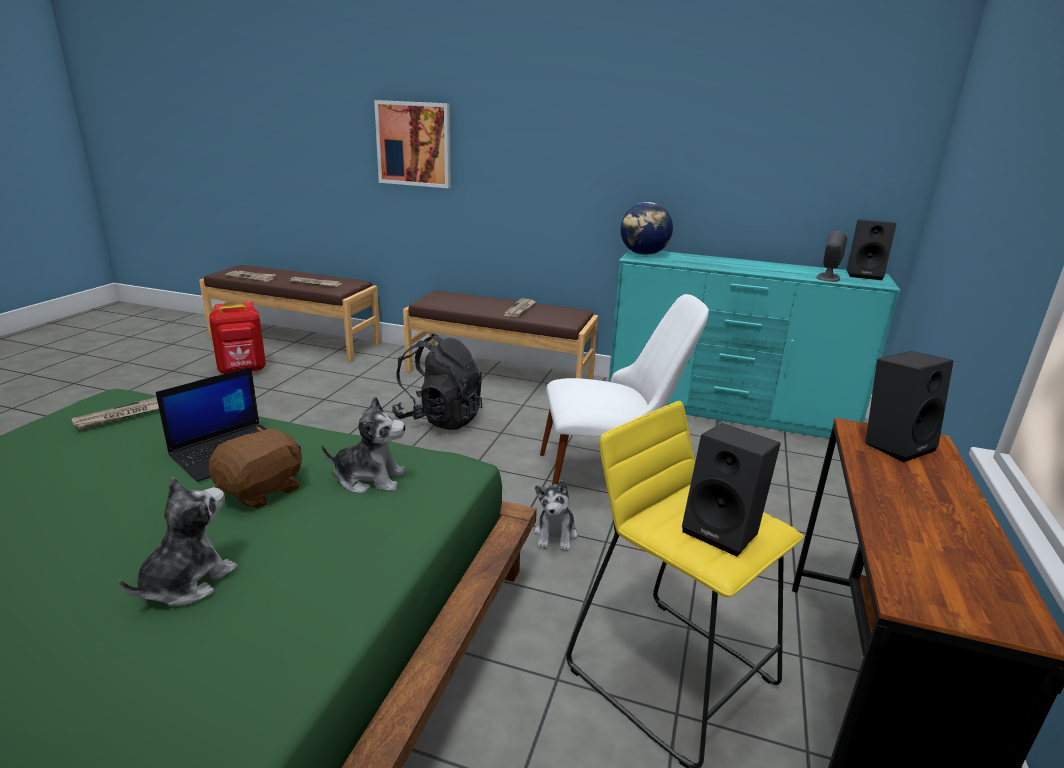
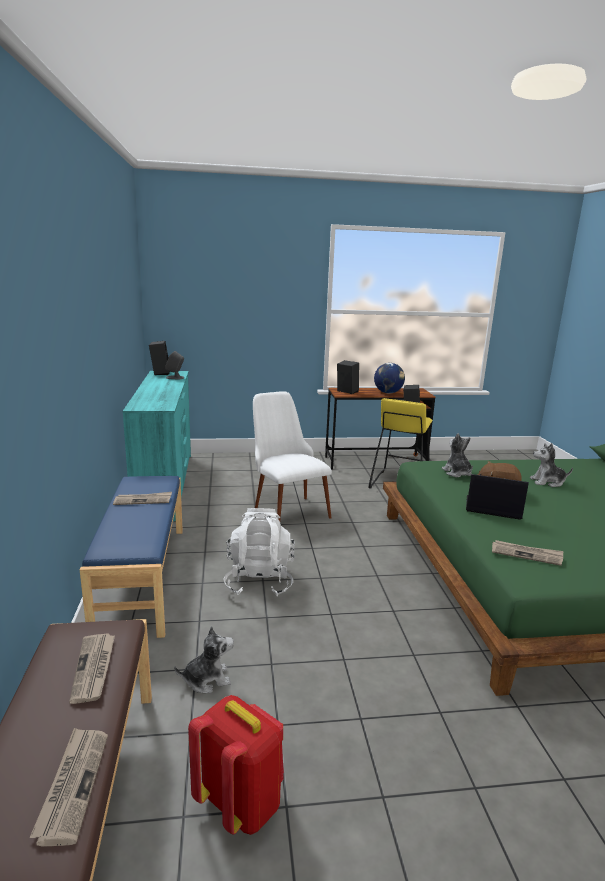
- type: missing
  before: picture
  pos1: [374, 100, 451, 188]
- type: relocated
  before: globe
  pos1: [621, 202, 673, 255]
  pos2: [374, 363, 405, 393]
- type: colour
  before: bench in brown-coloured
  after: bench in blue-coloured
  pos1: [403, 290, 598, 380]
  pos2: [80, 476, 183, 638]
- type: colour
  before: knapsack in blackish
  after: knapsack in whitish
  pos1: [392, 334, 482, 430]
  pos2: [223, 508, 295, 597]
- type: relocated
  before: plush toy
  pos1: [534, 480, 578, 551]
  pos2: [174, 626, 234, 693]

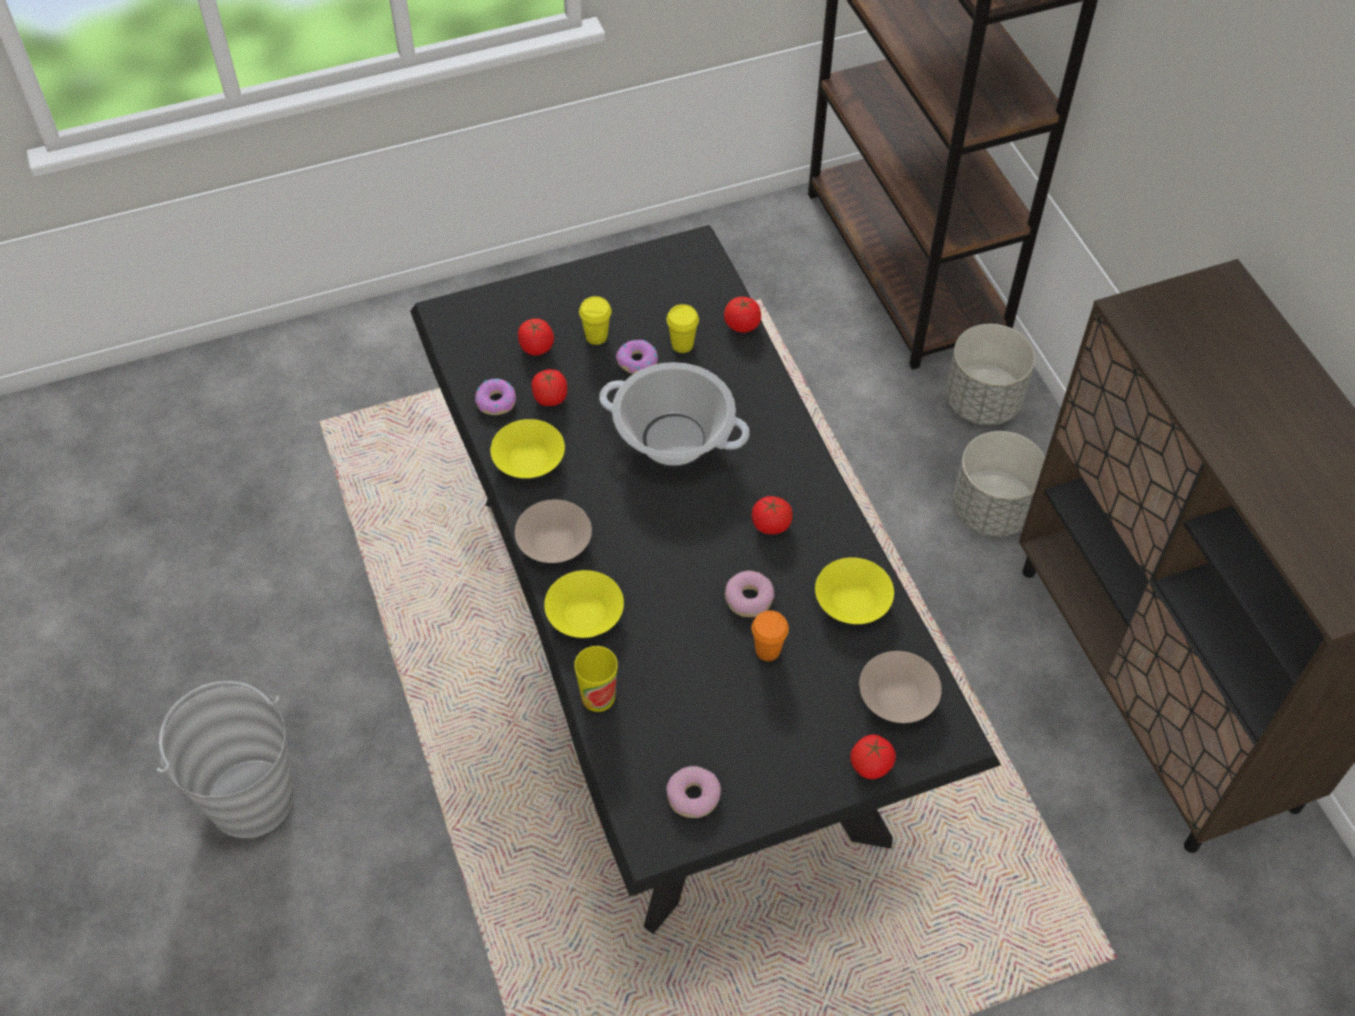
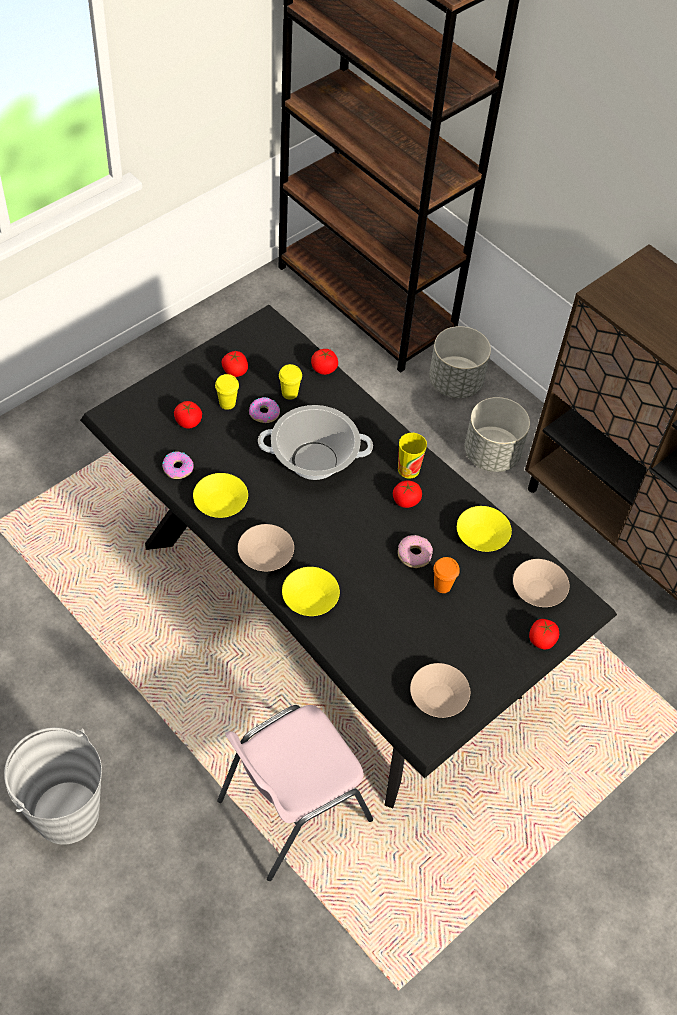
- type: relocated
  before: tomato
  pos1: [532, 369, 567, 406]
  pos2: [221, 351, 248, 377]
- type: relocated
  before: cup
  pos1: [574, 646, 618, 712]
  pos2: [398, 433, 427, 479]
- type: exchanged
  before: donut
  after: bowl in sand-coloured
  pos1: [666, 766, 721, 818]
  pos2: [410, 663, 470, 718]
- type: appeared
  after: plain chair in pinkish
  pos2: [217, 705, 373, 881]

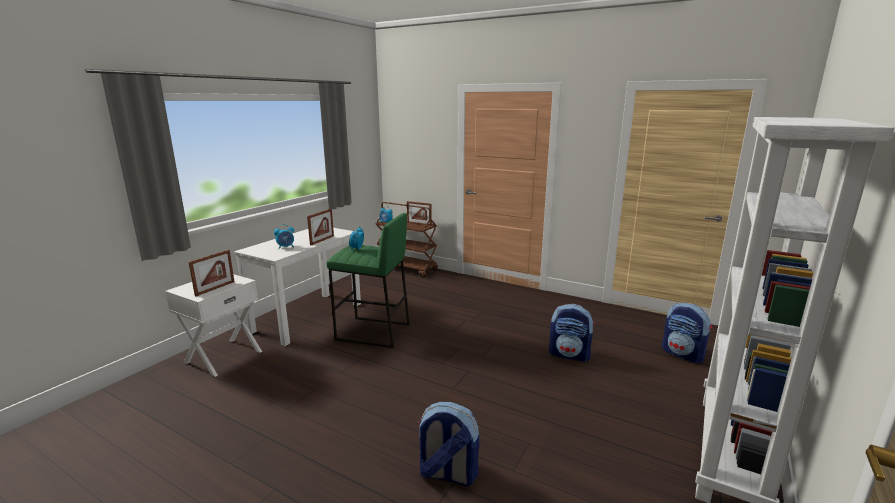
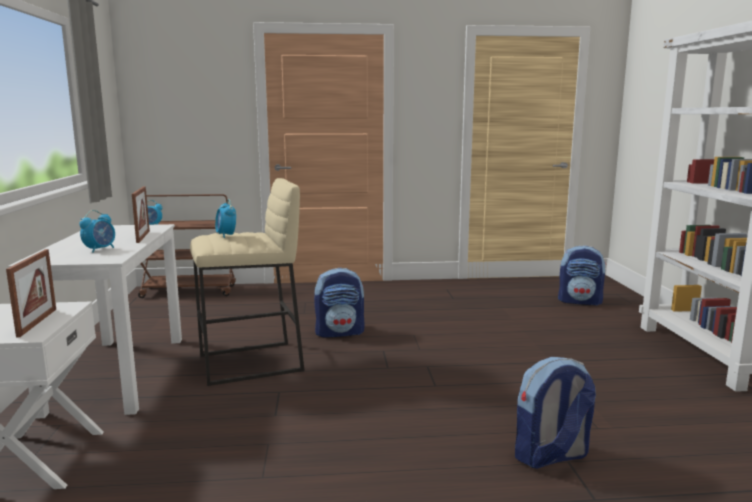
- type: missing
  before: picture frame
  pos1: [407, 201, 432, 226]
- type: colour
  before: stool seat in greenish
  after: stool seat in sand-coloured
  pos1: [326, 213, 410, 348]
  pos2: [190, 178, 305, 386]
- type: relocated
  before: knapsack
  pos1: [549, 304, 595, 362]
  pos2: [314, 268, 365, 338]

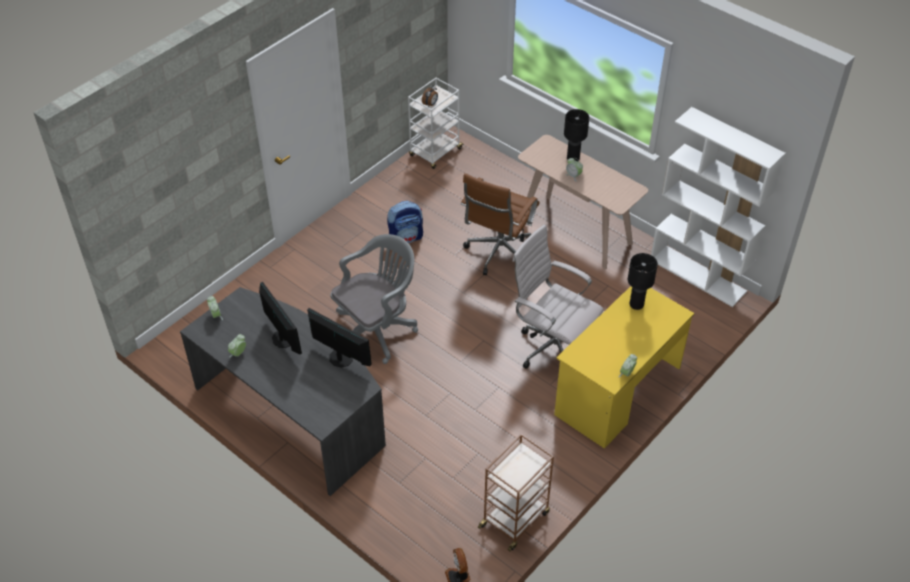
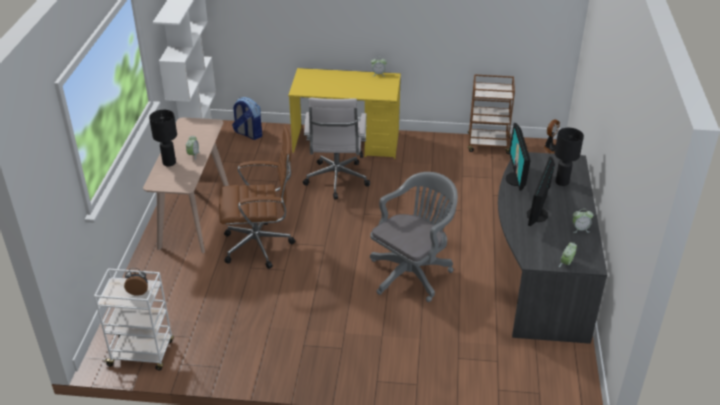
- type: relocated
  before: knapsack
  pos1: [387, 201, 423, 243]
  pos2: [232, 97, 262, 140]
- type: spun
  before: office chair in greyish
  pos1: [330, 234, 418, 364]
  pos2: [370, 172, 458, 302]
  turn: 120
- type: relocated
  before: lamp for a table in blackish
  pos1: [628, 253, 658, 310]
  pos2: [555, 128, 584, 186]

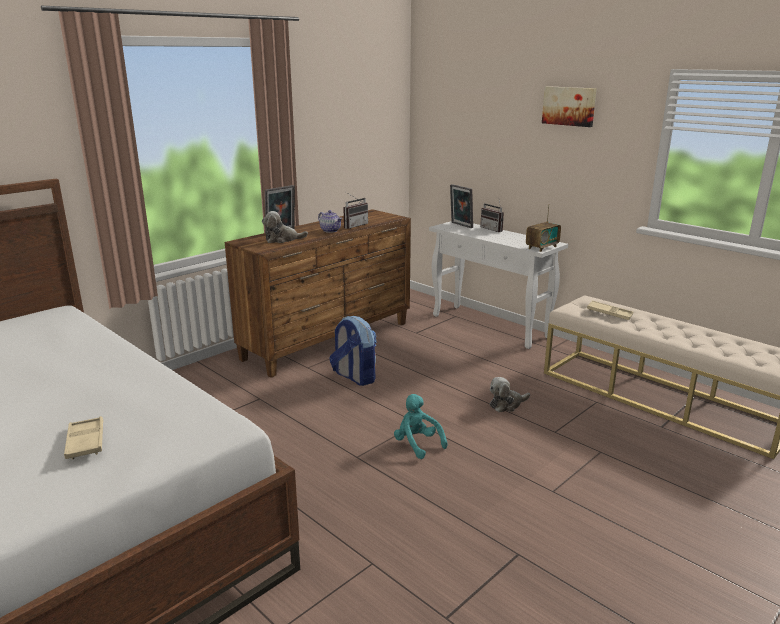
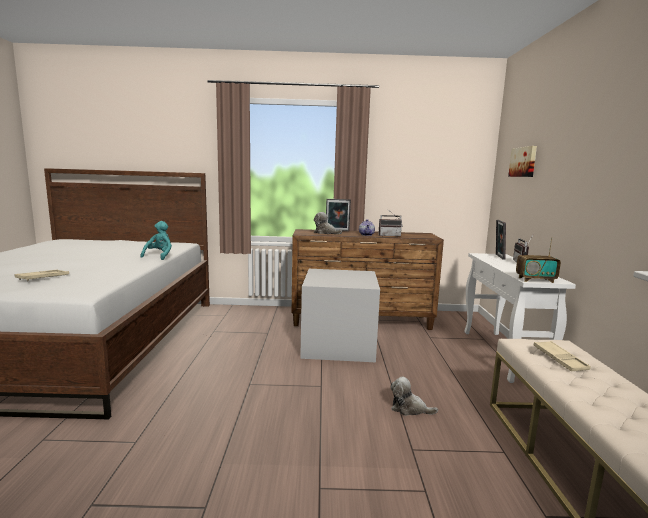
- type: relocated
  before: picture
  pos1: [542, 86, 597, 127]
  pos2: [508, 146, 537, 177]
- type: exchanged
  before: knapsack
  after: storage bin in greyish
  pos1: [329, 316, 377, 386]
  pos2: [300, 269, 380, 362]
- type: relocated
  before: plush toy in turquoise
  pos1: [394, 394, 448, 459]
  pos2: [141, 221, 172, 260]

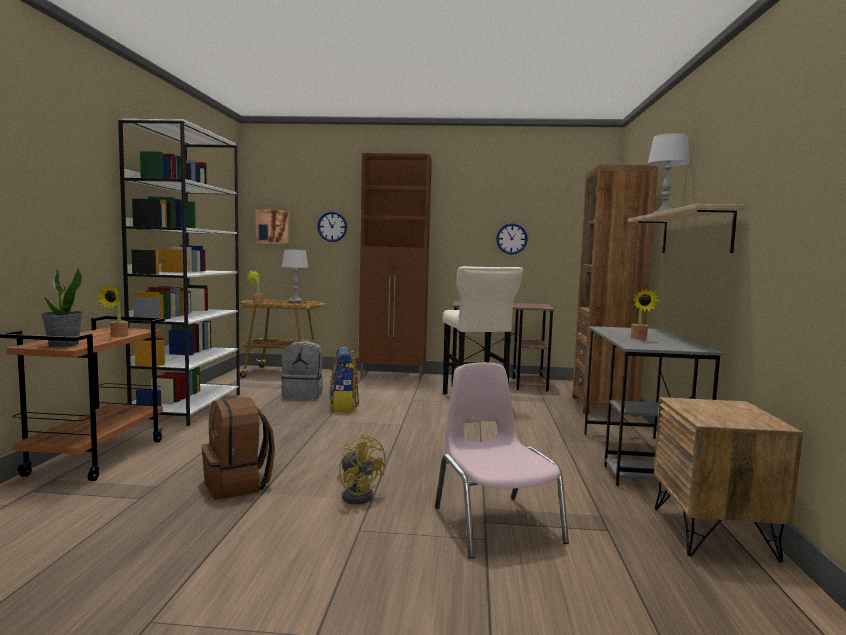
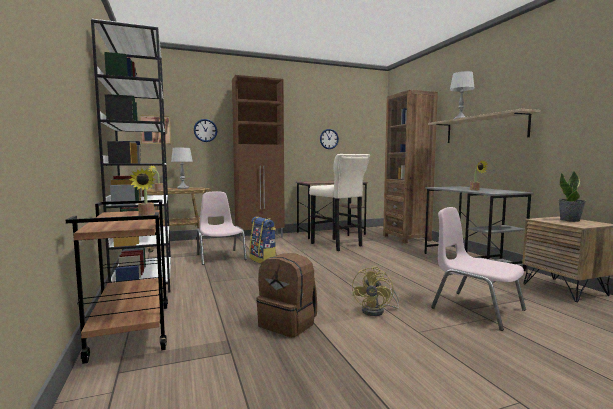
- type: relocated
  before: houseplant
  pos1: [41, 267, 83, 347]
  pos2: [558, 171, 586, 222]
- type: exchanged
  before: knapsack in greyish
  after: plain chair in pinkish
  pos1: [281, 341, 323, 399]
  pos2: [197, 191, 247, 265]
- type: spun
  before: fan in yellowish
  pos1: [338, 434, 386, 504]
  pos2: [352, 266, 399, 316]
  turn: 90

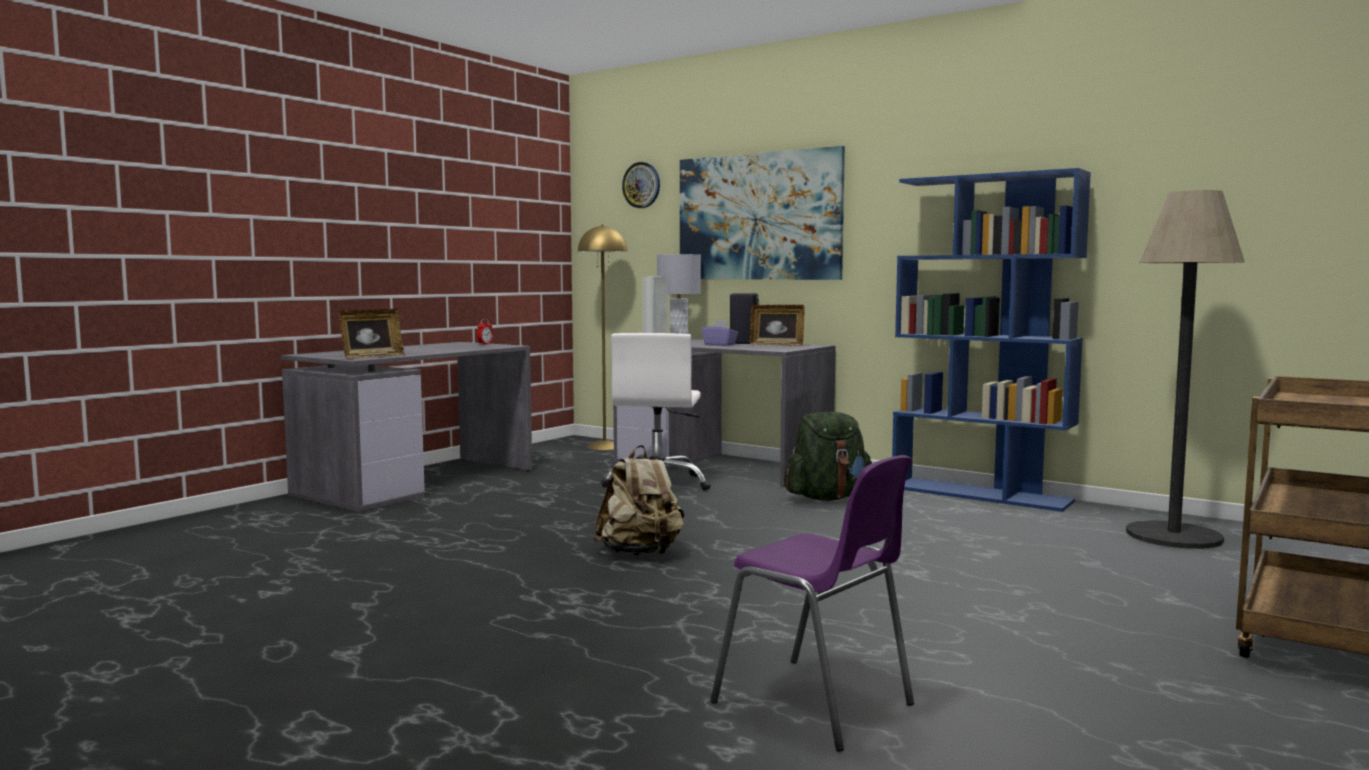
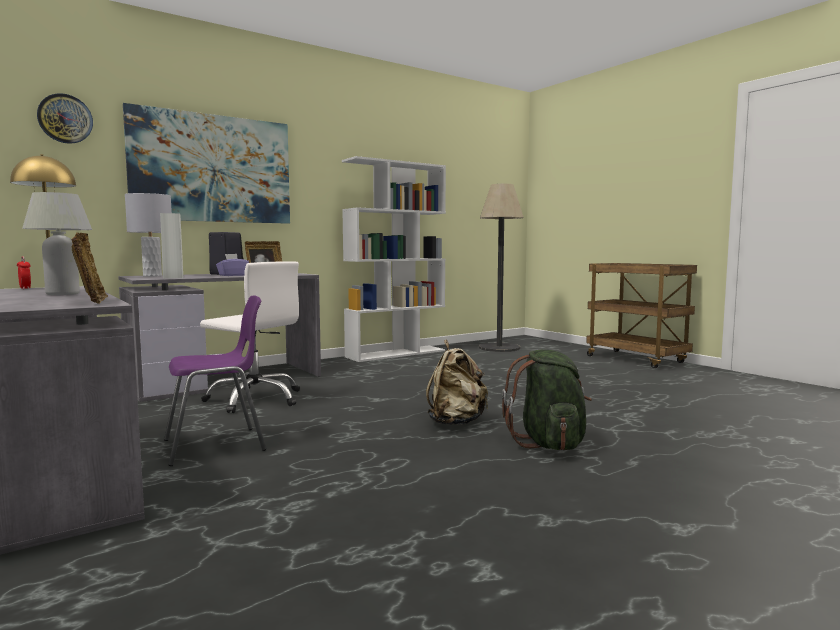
- type: colour
  before: bookcase in blue-coloured
  after: bookcase in whitish
  pos1: [892, 168, 1091, 512]
  pos2: [342, 156, 446, 362]
- type: relocated
  before: knapsack in greenish
  pos1: [784, 412, 872, 501]
  pos2: [502, 350, 592, 450]
- type: relocated
  before: plain chair in purple-coloured
  pos1: [711, 455, 914, 752]
  pos2: [164, 295, 266, 466]
- type: appeared
  after: lamp for a table in whitish
  pos2: [22, 192, 92, 295]

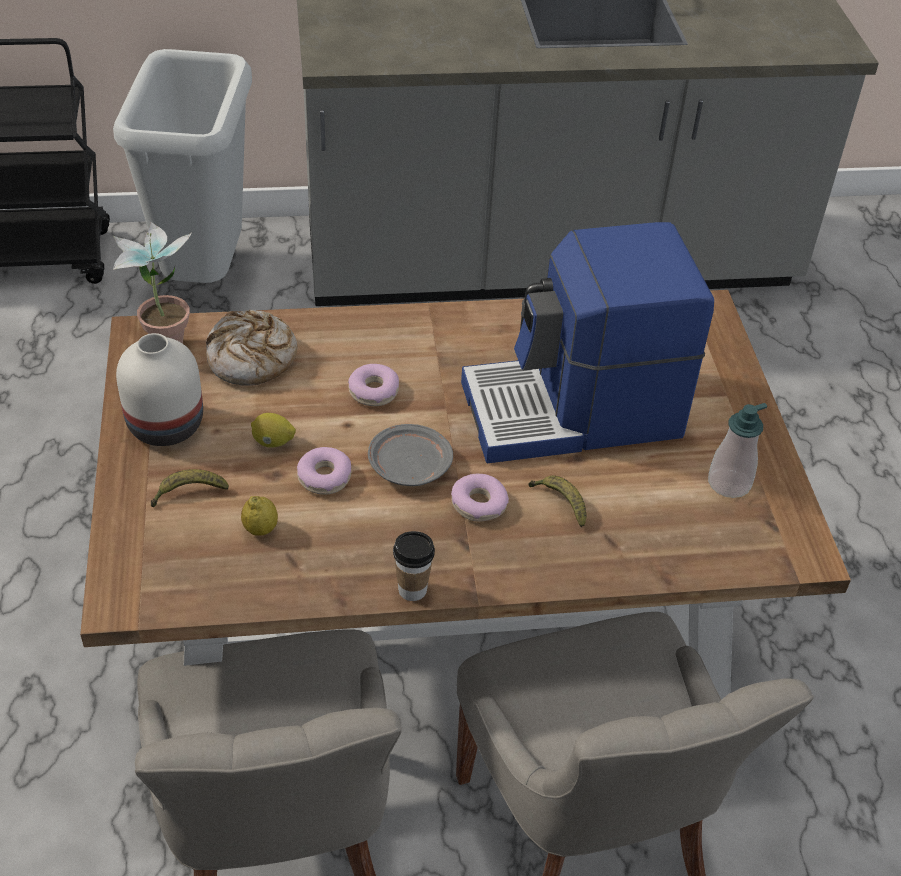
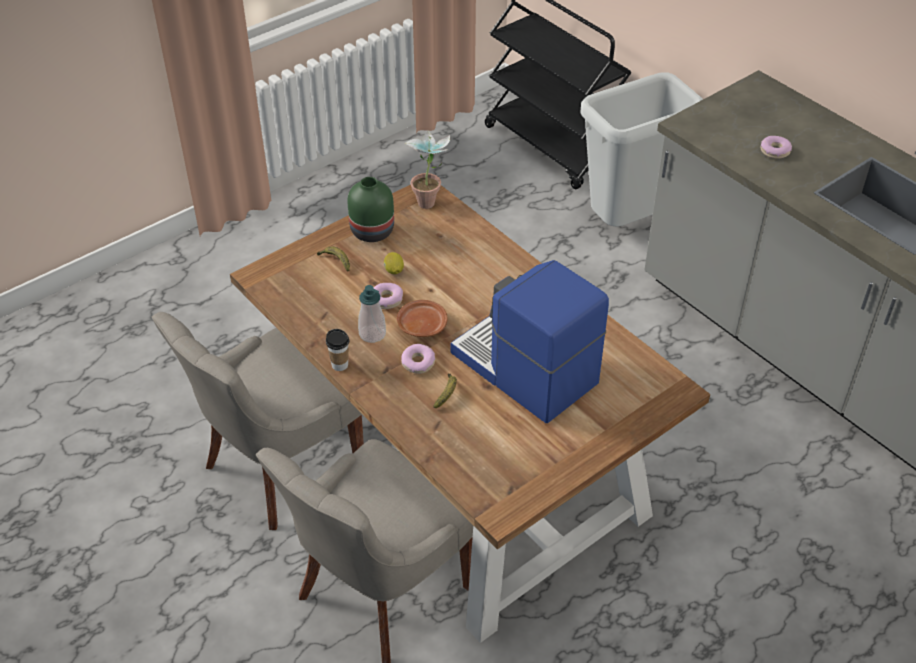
- type: missing
  before: bread
  pos1: [206, 310, 297, 386]
- type: colour
  before: vase in whitish
  after: vase in greenish
  pos1: [116, 333, 203, 446]
  pos2: [347, 177, 394, 242]
- type: relocated
  before: donut
  pos1: [348, 364, 399, 406]
  pos2: [760, 136, 792, 159]
- type: relocated
  before: soap dispenser
  pos1: [708, 403, 767, 498]
  pos2: [358, 285, 386, 343]
- type: colour
  before: flat dish in greyish
  after: flat dish in brown-coloured
  pos1: [368, 424, 453, 486]
  pos2: [397, 300, 448, 337]
- type: missing
  before: whole lemon
  pos1: [241, 496, 278, 536]

